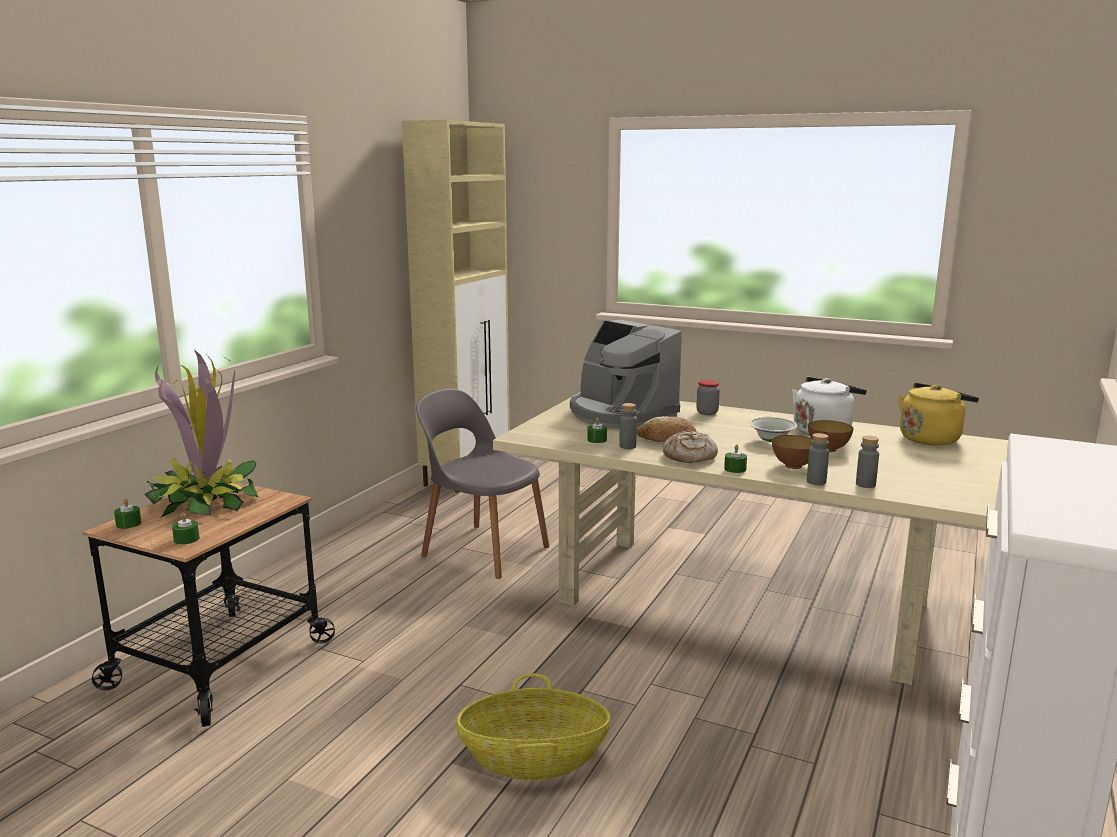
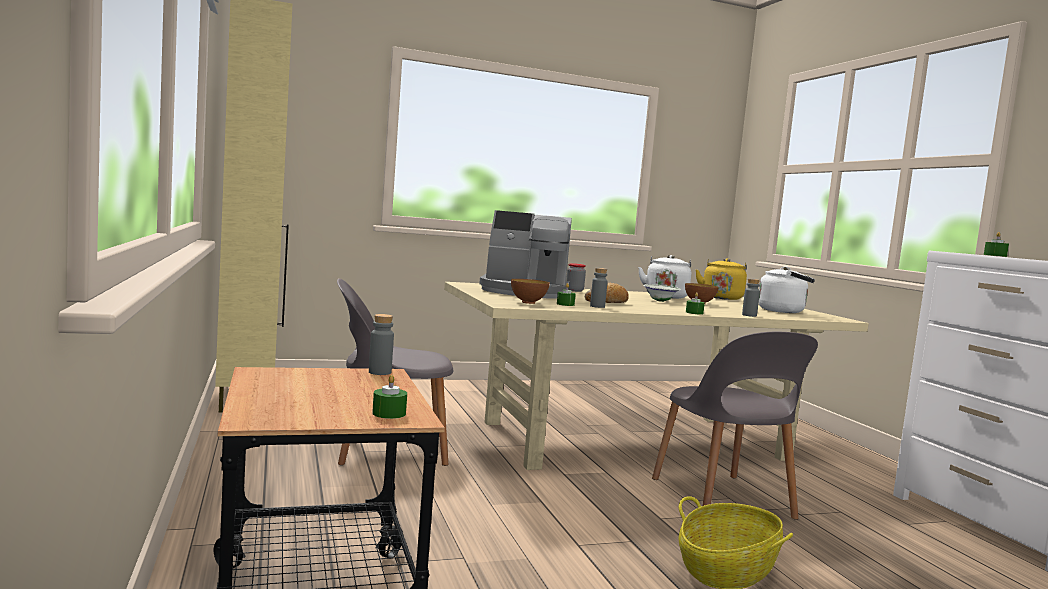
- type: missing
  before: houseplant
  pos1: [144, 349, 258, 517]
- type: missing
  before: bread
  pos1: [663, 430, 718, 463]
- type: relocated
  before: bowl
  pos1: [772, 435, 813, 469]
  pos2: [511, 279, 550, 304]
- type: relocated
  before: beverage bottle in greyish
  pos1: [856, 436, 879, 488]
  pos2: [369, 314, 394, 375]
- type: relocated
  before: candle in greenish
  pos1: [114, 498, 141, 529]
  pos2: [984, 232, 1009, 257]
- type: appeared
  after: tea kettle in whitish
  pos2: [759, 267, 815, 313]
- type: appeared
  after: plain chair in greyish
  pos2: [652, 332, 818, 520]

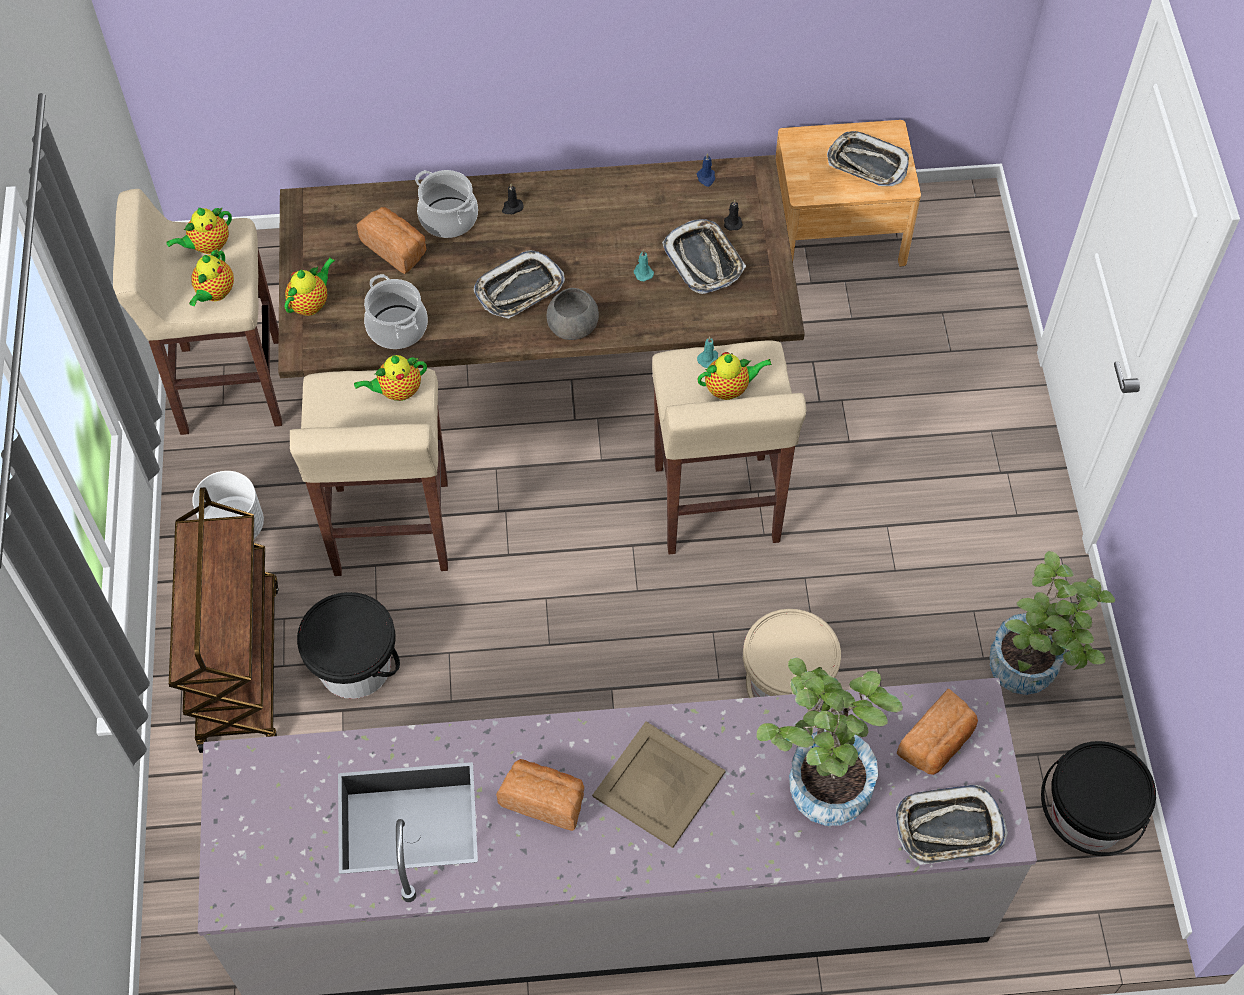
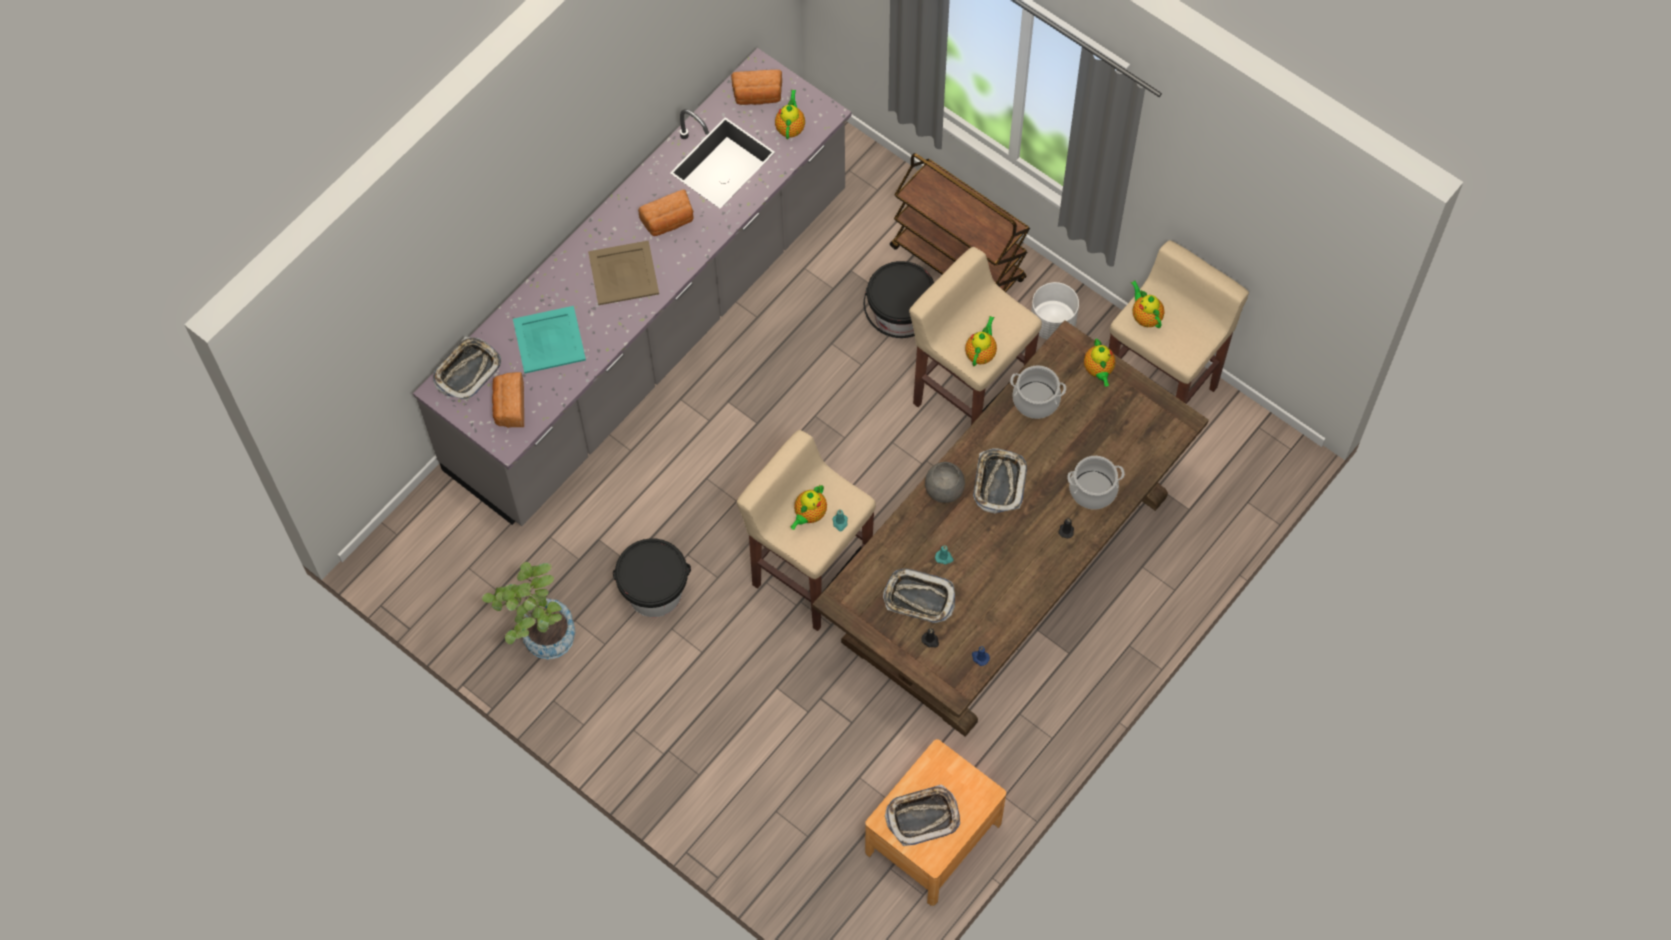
- type: relocated
  before: bread
  pos1: [356, 207, 426, 274]
  pos2: [731, 70, 782, 105]
- type: relocated
  before: pot for tea
  pos1: [166, 208, 232, 254]
  pos2: [775, 90, 805, 139]
- type: missing
  before: pail in sand-coloured
  pos1: [743, 609, 841, 698]
- type: exchanged
  before: houseplant
  after: tray in turquoise
  pos1: [757, 657, 903, 826]
  pos2: [513, 306, 586, 374]
- type: relocated
  before: pail in blackish
  pos1: [1041, 741, 1156, 856]
  pos2: [613, 539, 691, 617]

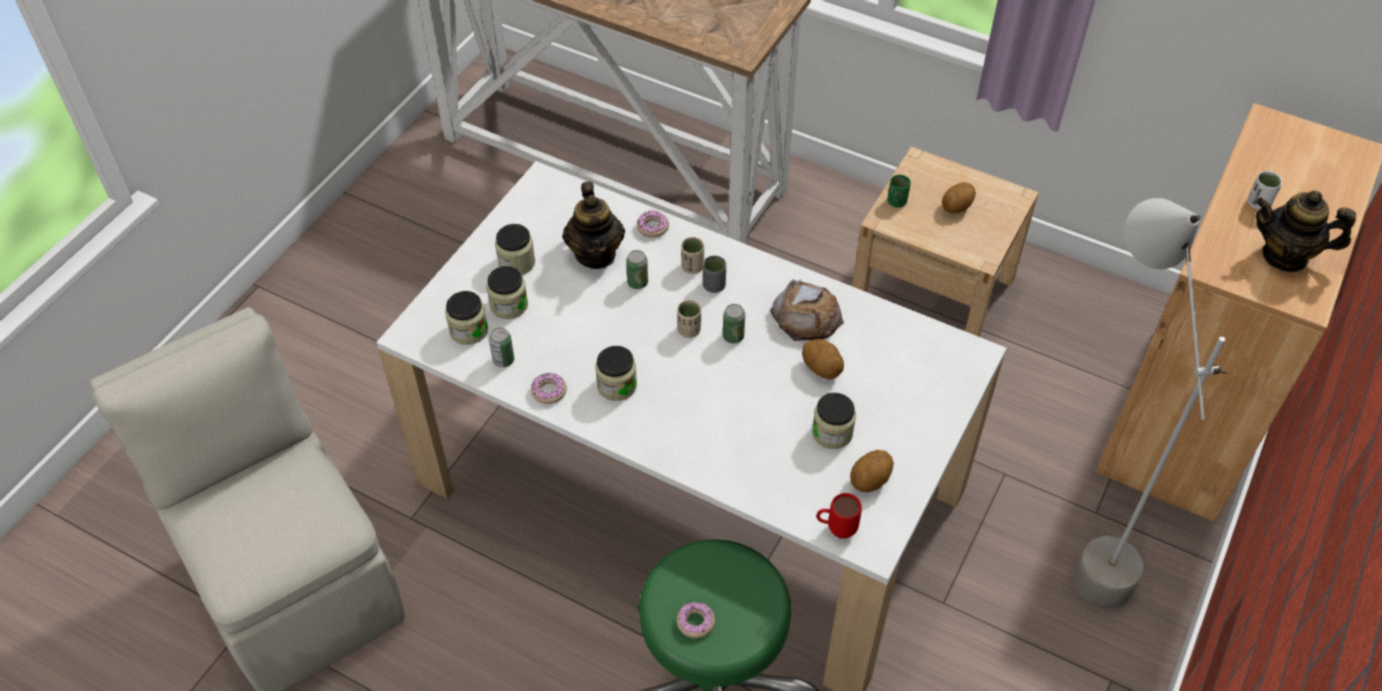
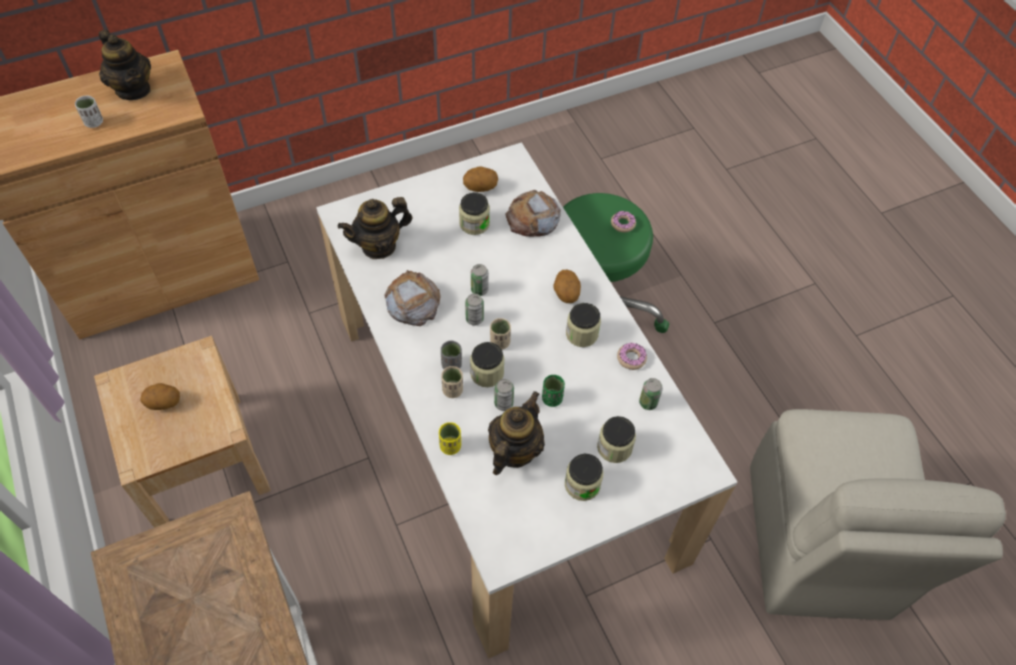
- type: relocated
  before: cup in greenish
  pos1: [887, 174, 911, 208]
  pos2: [542, 375, 565, 407]
- type: missing
  before: floor lamp in greyish
  pos1: [1074, 198, 1227, 609]
- type: exchanged
  before: donut
  after: cup in yellowish
  pos1: [637, 210, 669, 238]
  pos2: [439, 422, 461, 455]
- type: relocated
  before: preserve jar
  pos1: [445, 291, 488, 345]
  pos2: [470, 342, 505, 387]
- type: relocated
  before: potato
  pos1: [802, 339, 844, 380]
  pos2: [553, 270, 581, 303]
- type: missing
  before: mug in red-coloured
  pos1: [816, 493, 862, 539]
- type: appeared
  after: bread
  pos2: [505, 190, 561, 237]
- type: appeared
  after: pot for tea
  pos2: [338, 197, 412, 259]
- type: appeared
  after: metal can
  pos2: [471, 264, 489, 296]

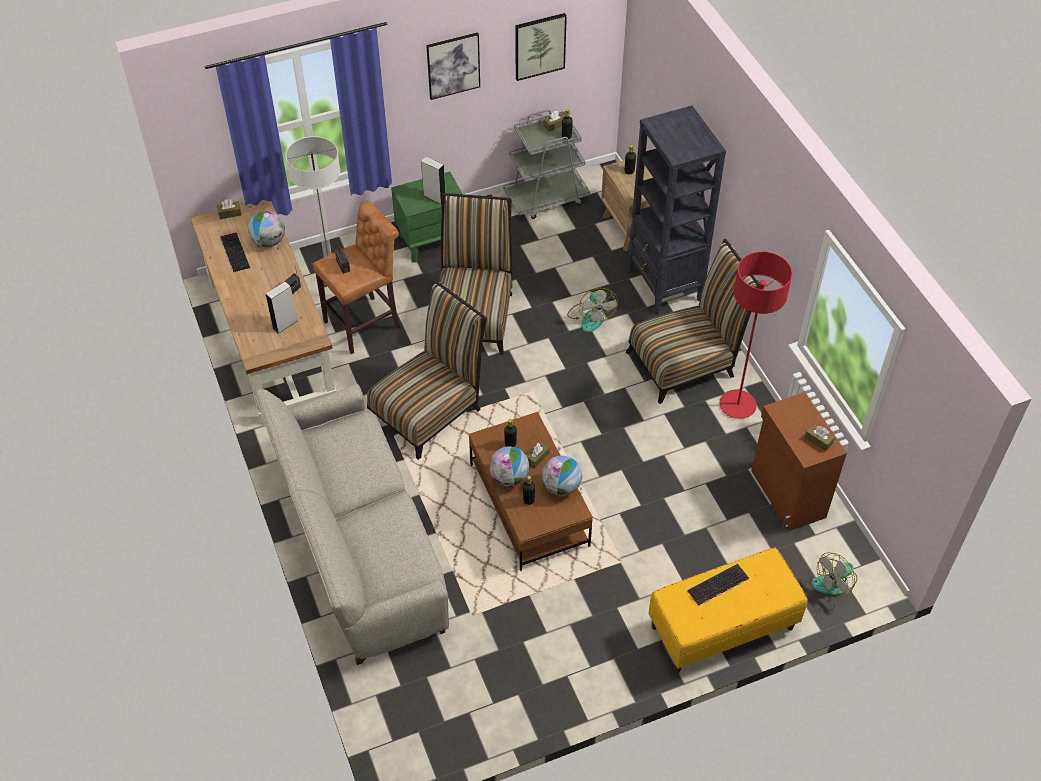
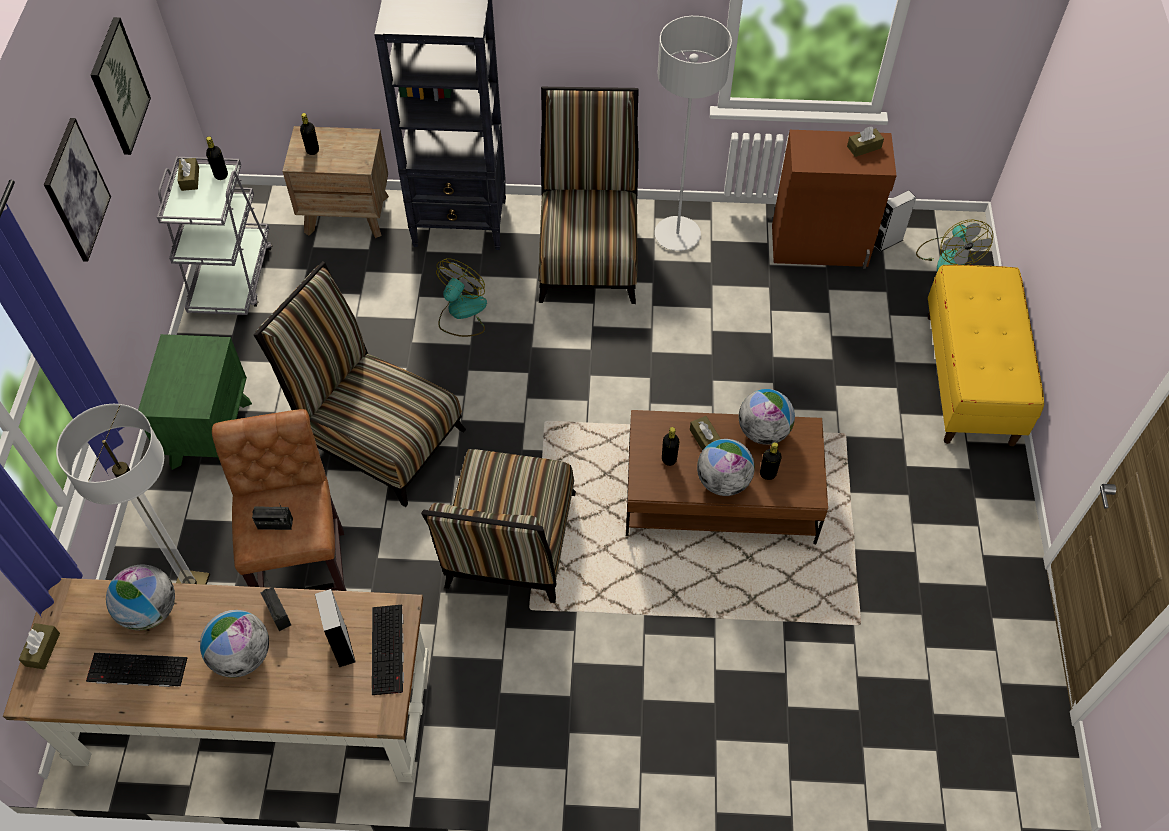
- type: relocated
  before: loudspeaker in greyish
  pos1: [421, 157, 445, 204]
  pos2: [874, 190, 916, 252]
- type: colour
  before: floor lamp in red-coloured
  after: floor lamp in greyish
  pos1: [719, 252, 792, 419]
  pos2: [655, 16, 732, 251]
- type: spun
  before: plain chair
  pos1: [367, 279, 487, 460]
  pos2: [421, 449, 576, 603]
  turn: -150
- type: spun
  before: fan
  pos1: [567, 288, 618, 332]
  pos2: [436, 258, 487, 337]
  turn: -75
- type: missing
  before: sofa in greyish
  pos1: [255, 384, 449, 665]
- type: relocated
  before: computer keyboard
  pos1: [687, 564, 749, 606]
  pos2: [372, 605, 404, 695]
- type: appeared
  after: globe
  pos2: [200, 610, 269, 678]

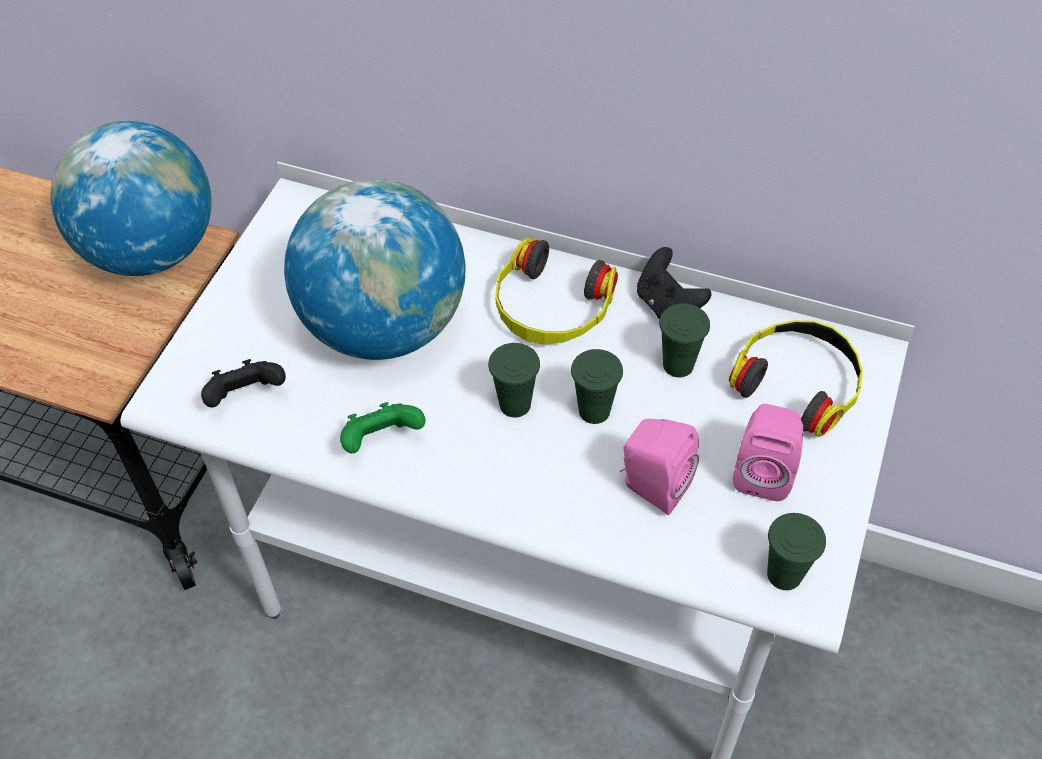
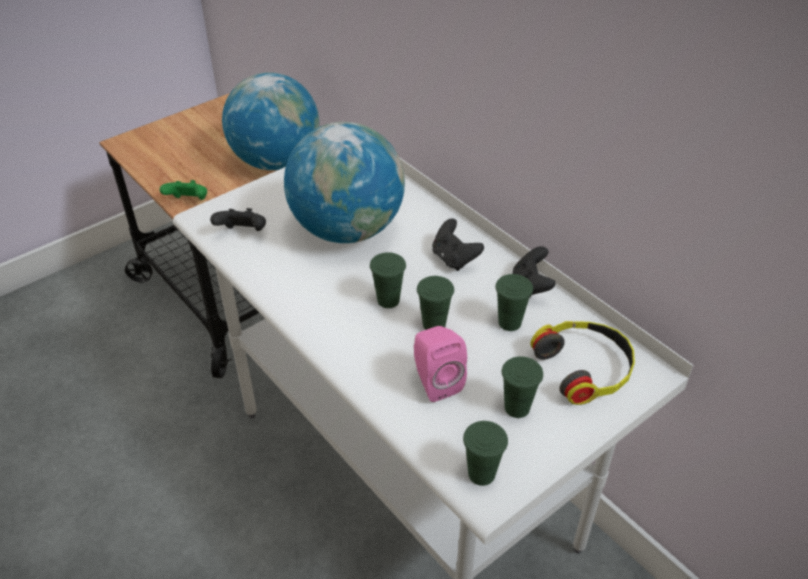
- type: exchanged
  before: headphones
  after: gamepad in blackish
  pos1: [495, 238, 618, 345]
  pos2: [432, 218, 484, 271]
- type: relocated
  before: gamepad in greenish
  pos1: [340, 402, 425, 453]
  pos2: [160, 180, 207, 200]
- type: exchanged
  before: loudspeaker in pinkish
  after: cup in greenish
  pos1: [733, 404, 803, 501]
  pos2: [502, 356, 543, 418]

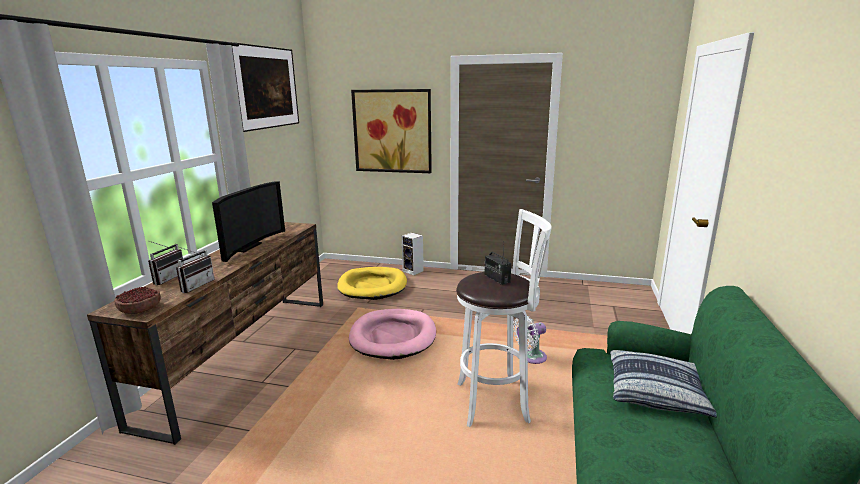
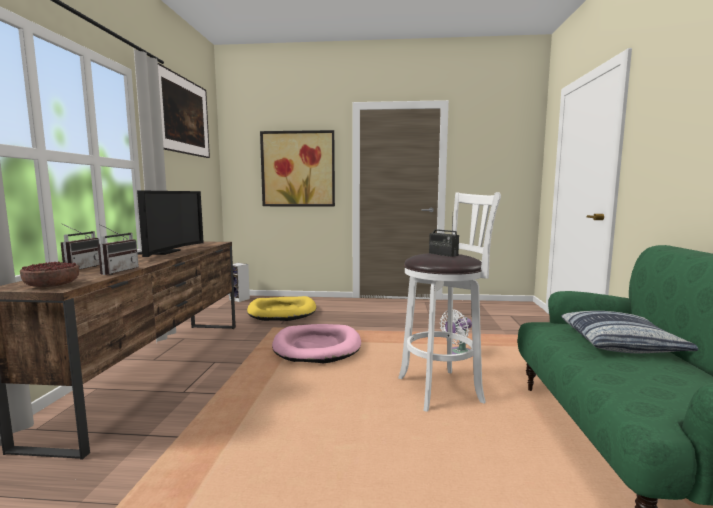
- type: relocated
  before: loudspeaker
  pos1: [401, 232, 424, 275]
  pos2: [229, 263, 250, 302]

